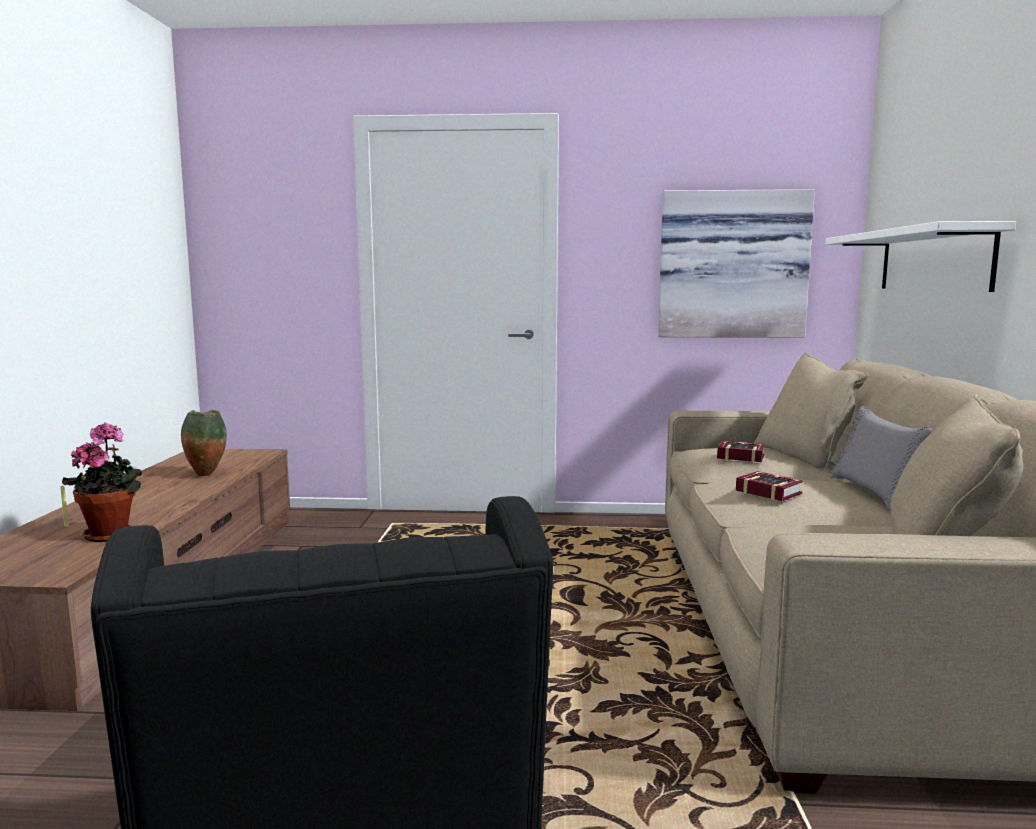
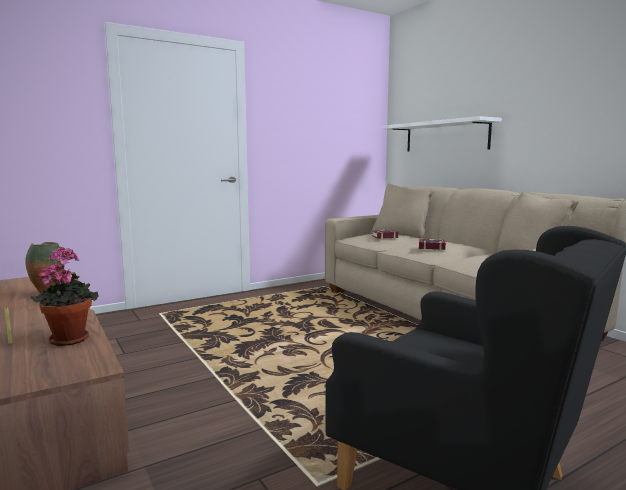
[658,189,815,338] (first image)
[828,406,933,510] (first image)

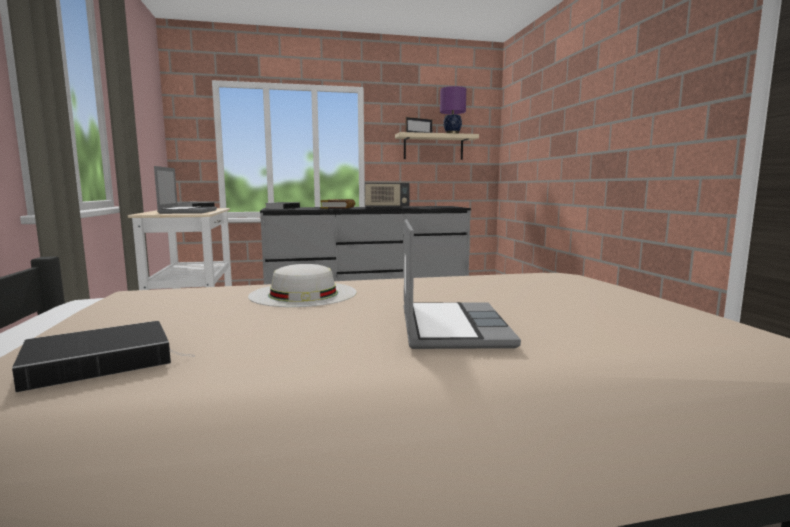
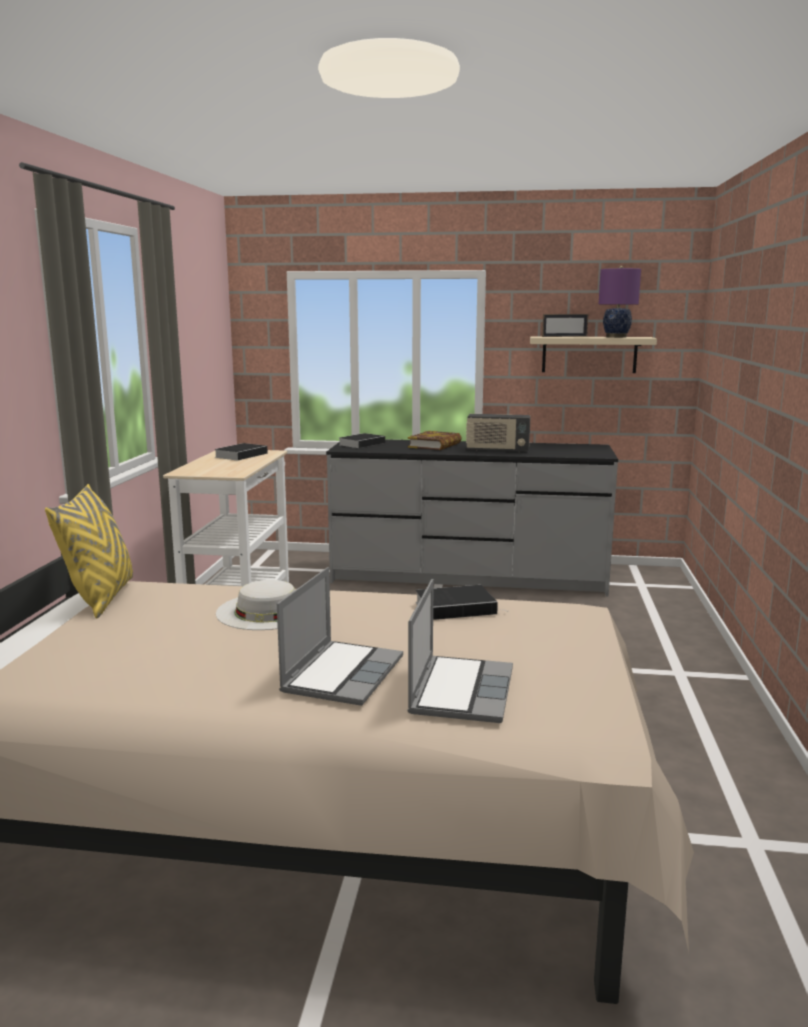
[416,585,509,620]
[408,579,513,723]
[45,484,133,618]

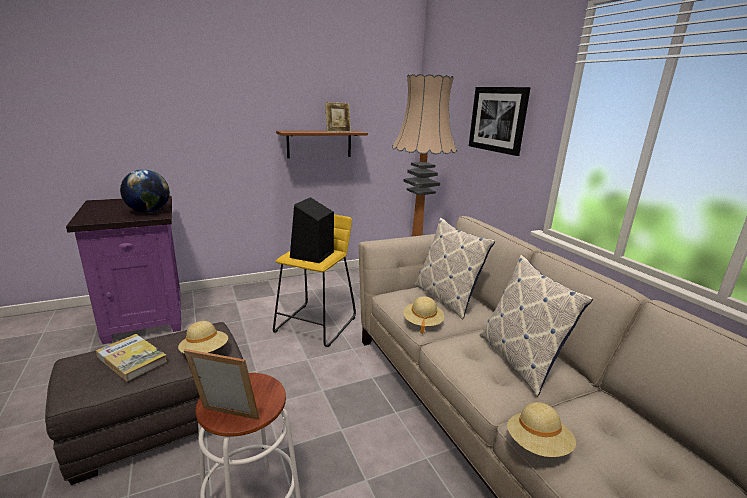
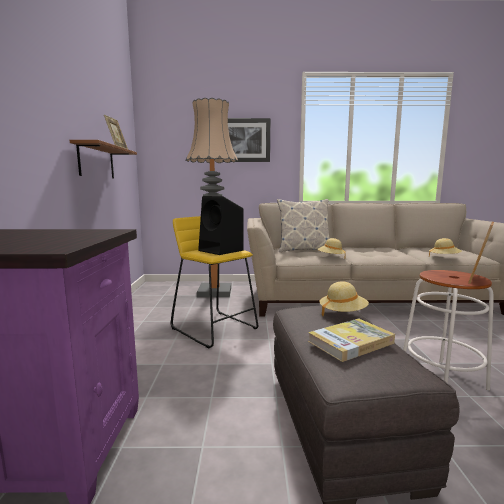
[120,169,170,213] (first image)
[480,255,593,397] (first image)

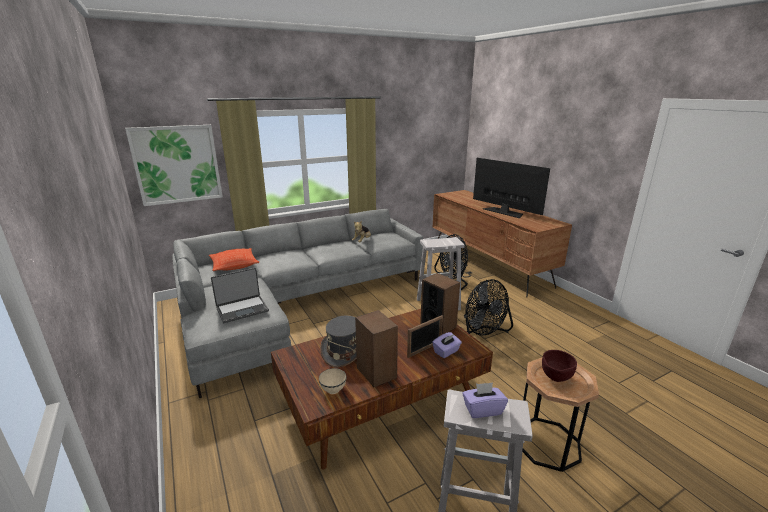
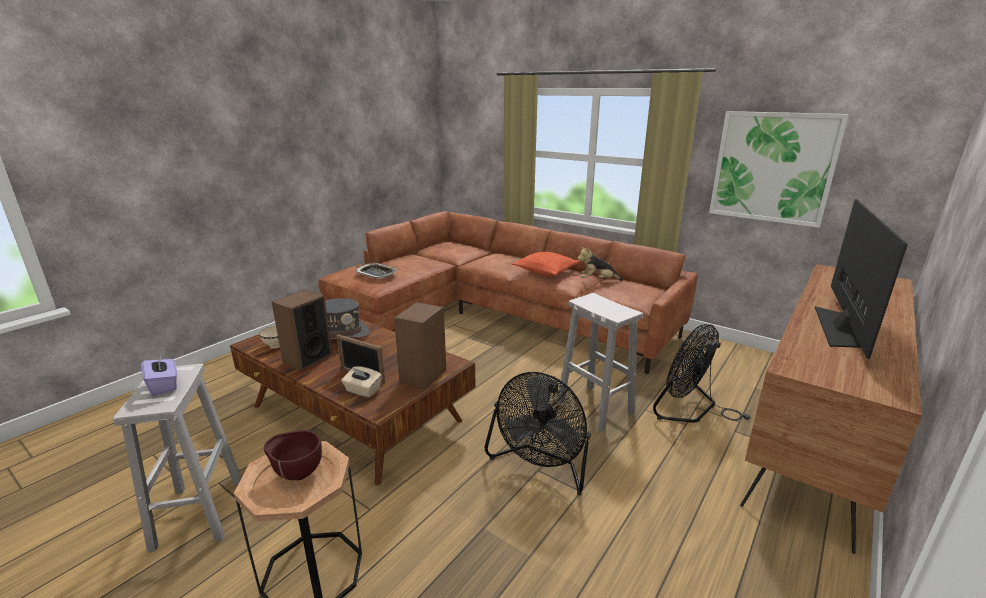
[709,111,849,228]
[318,211,698,374]
[512,252,581,276]
[355,263,398,279]
[341,366,382,398]

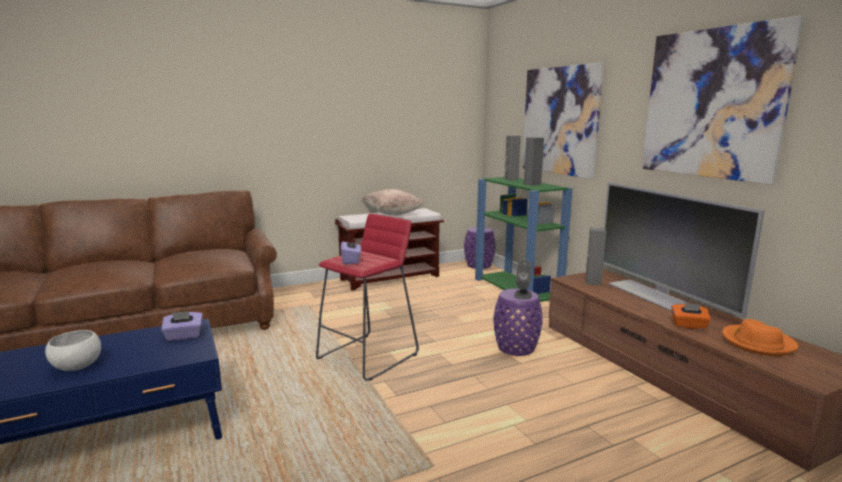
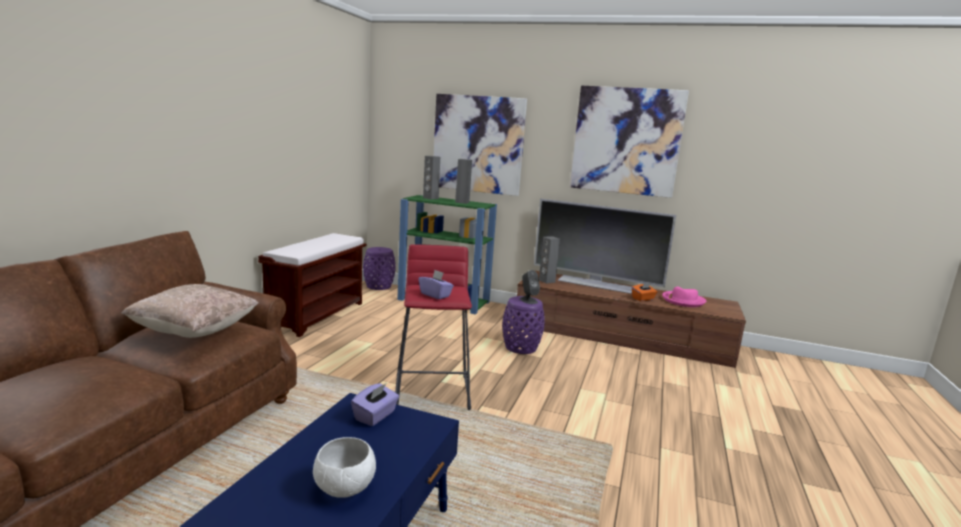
[122,284,258,338]
[662,287,706,307]

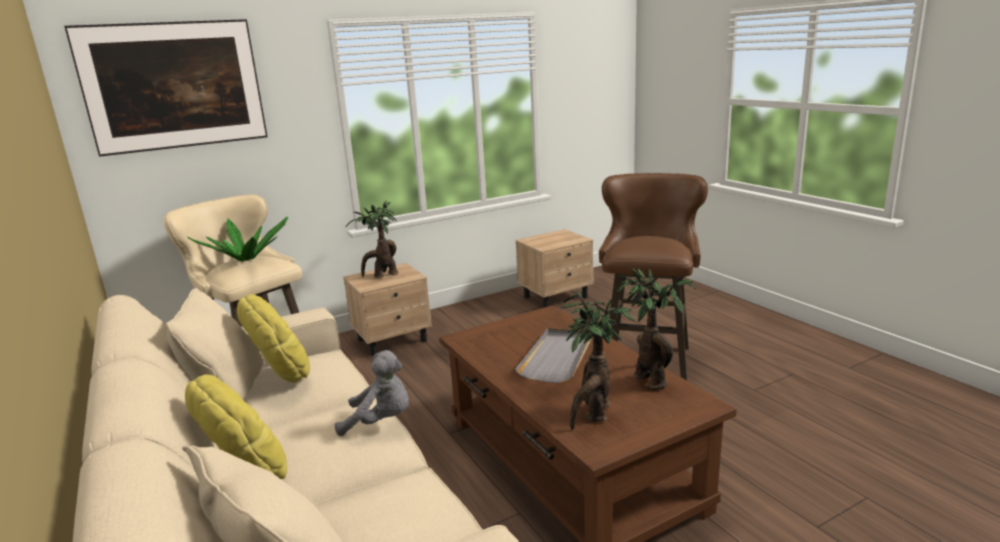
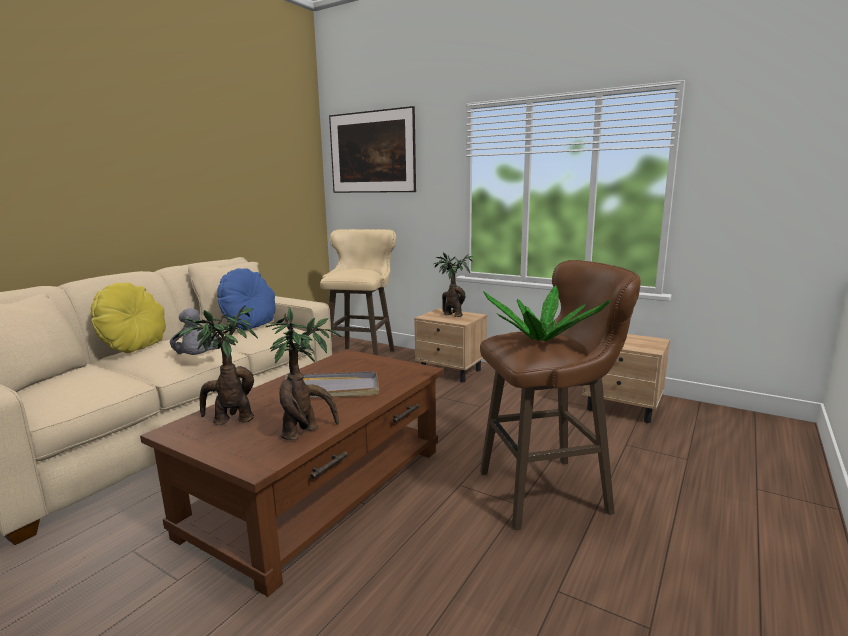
[483,285,610,341]
[217,268,276,331]

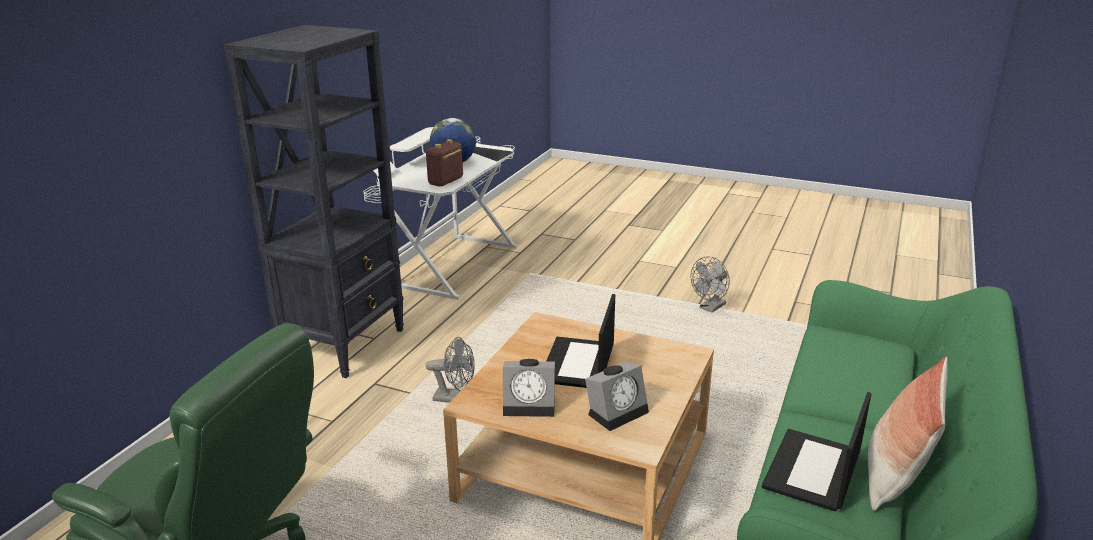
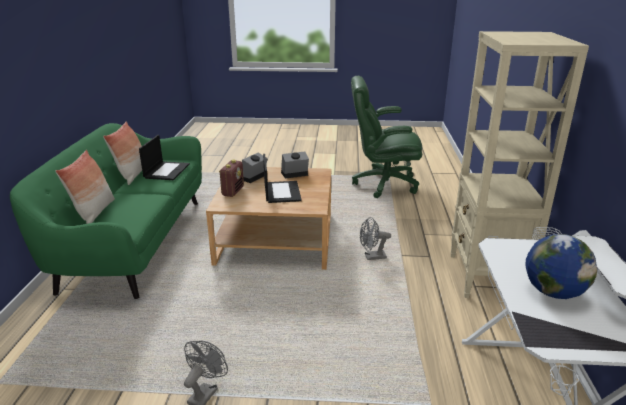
[450,31,589,298]
[219,159,244,197]
[55,150,115,224]

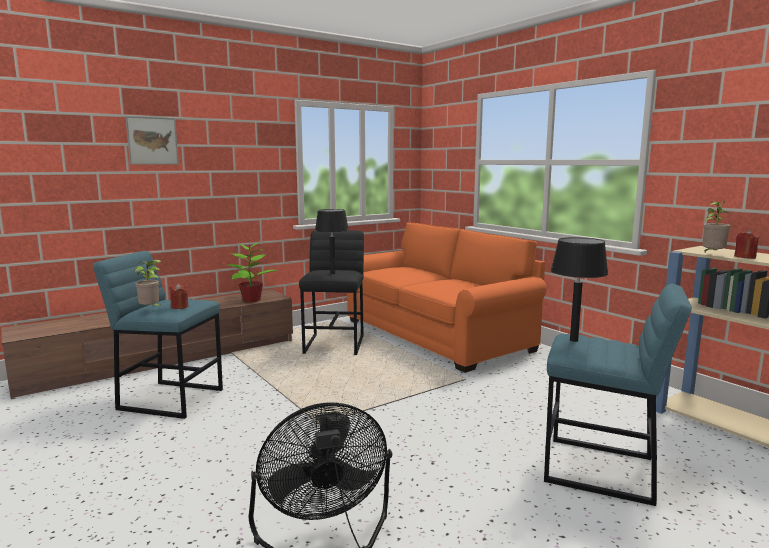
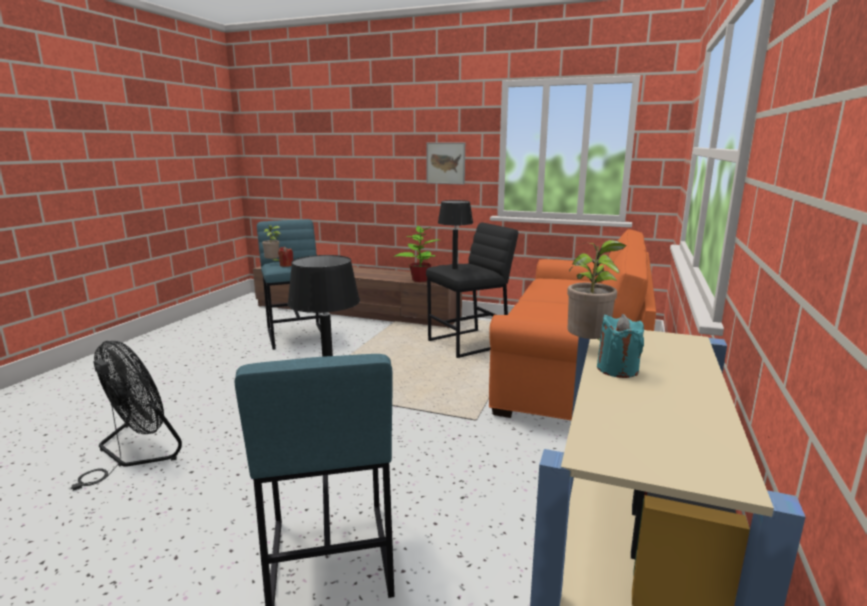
[426,143,465,185]
[597,314,644,378]

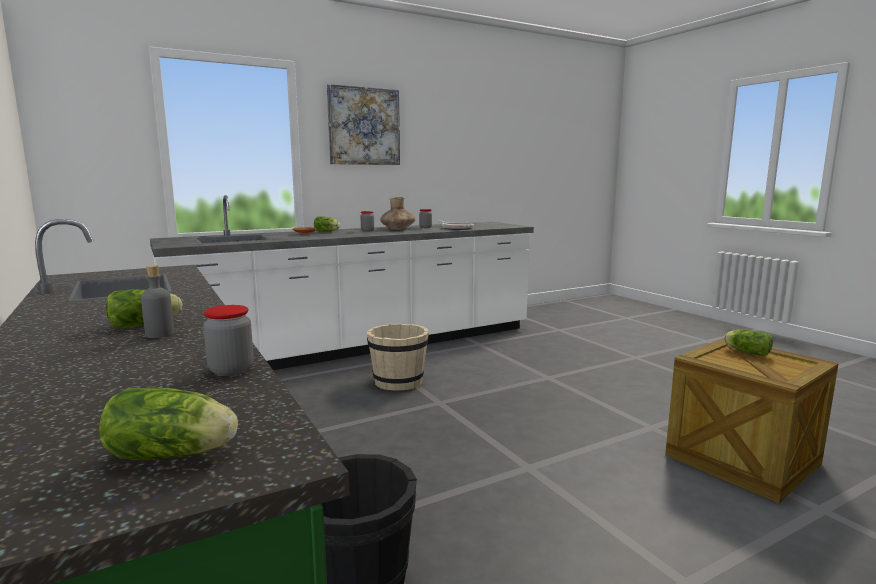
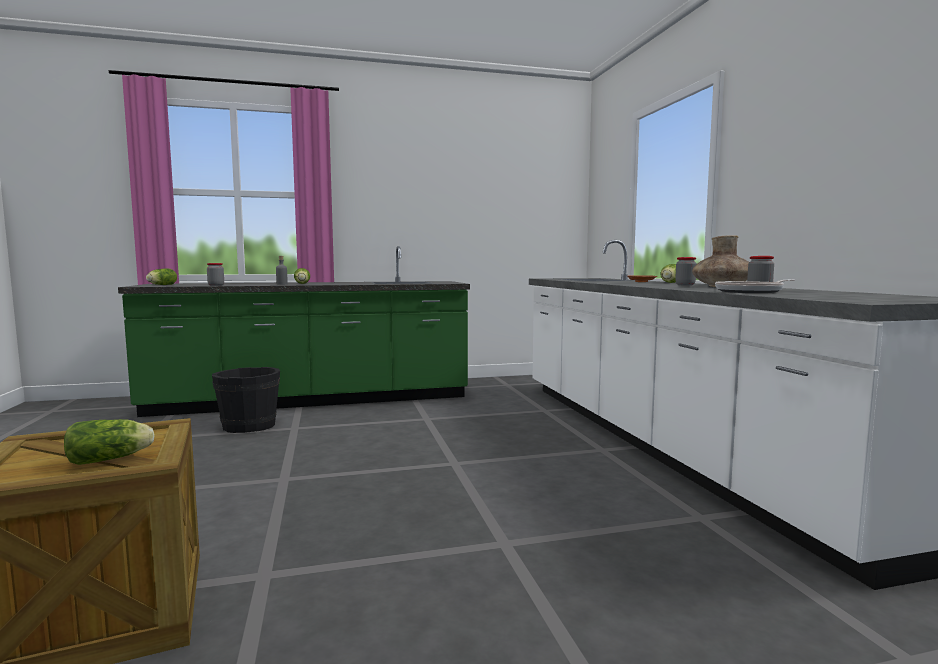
[327,84,400,165] (first image)
[367,324,429,391] (first image)

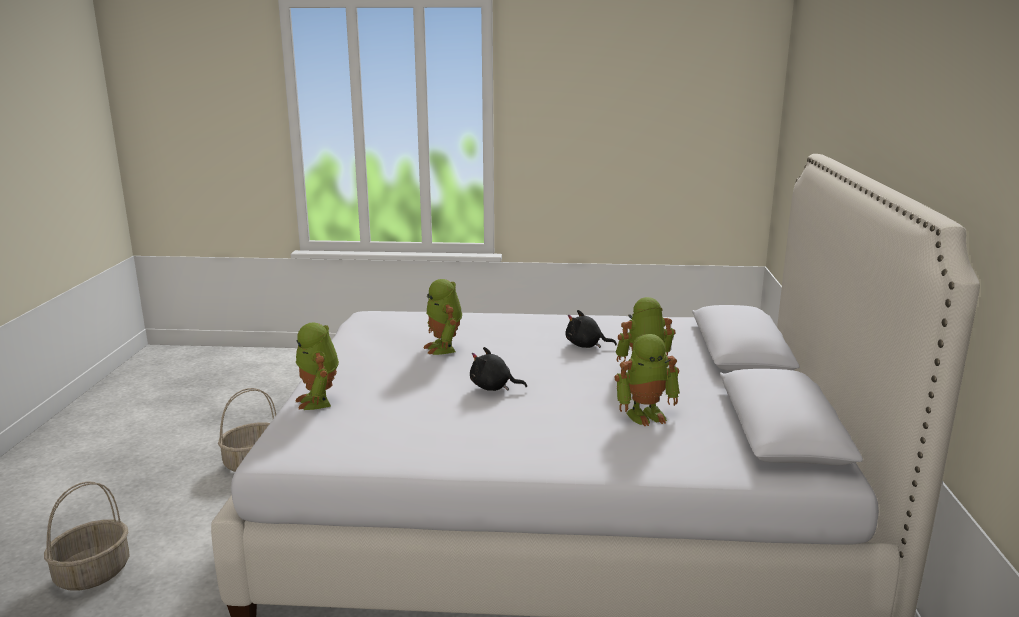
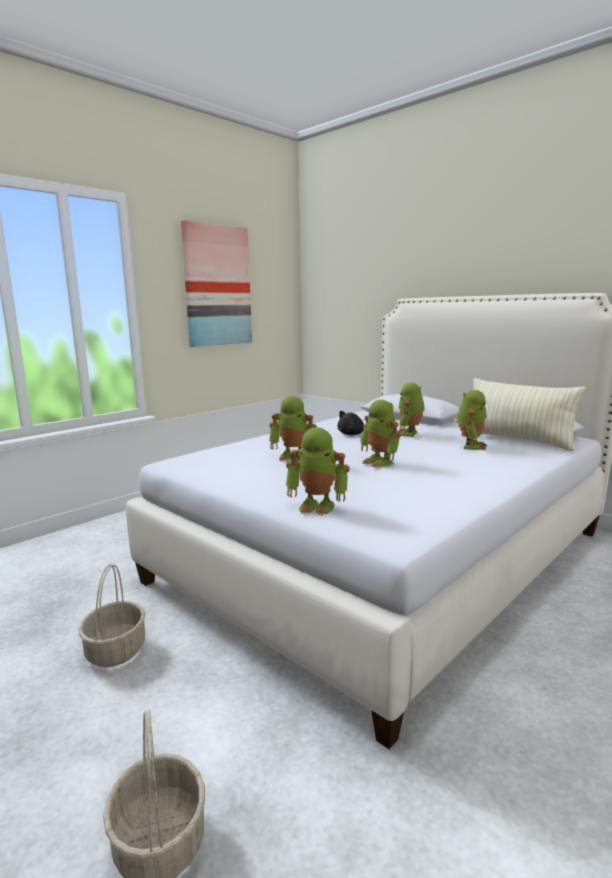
[360,400,401,467]
[181,220,252,347]
[473,378,586,451]

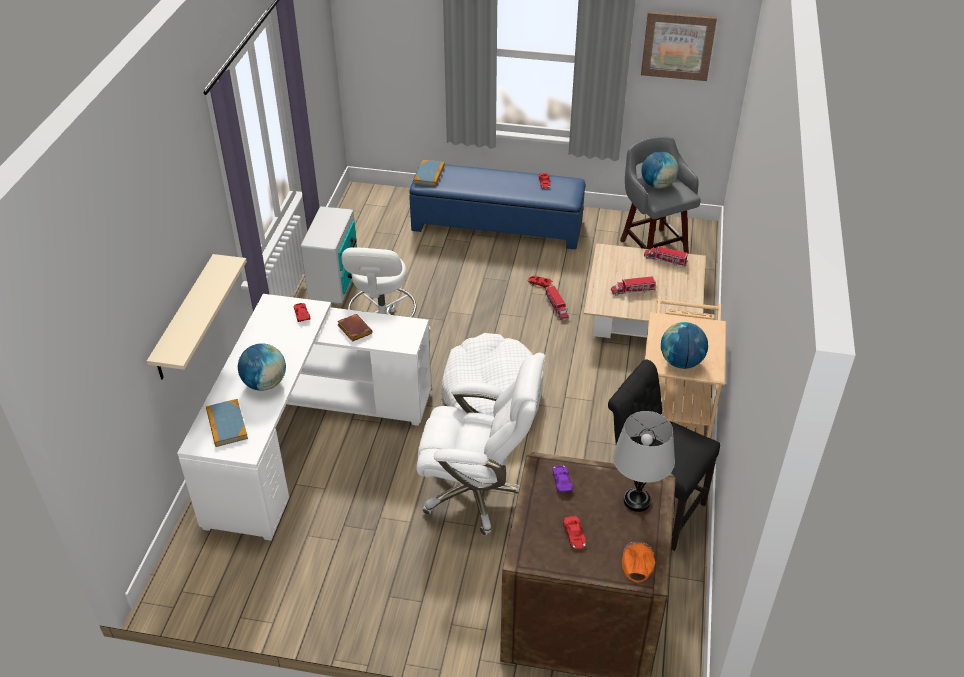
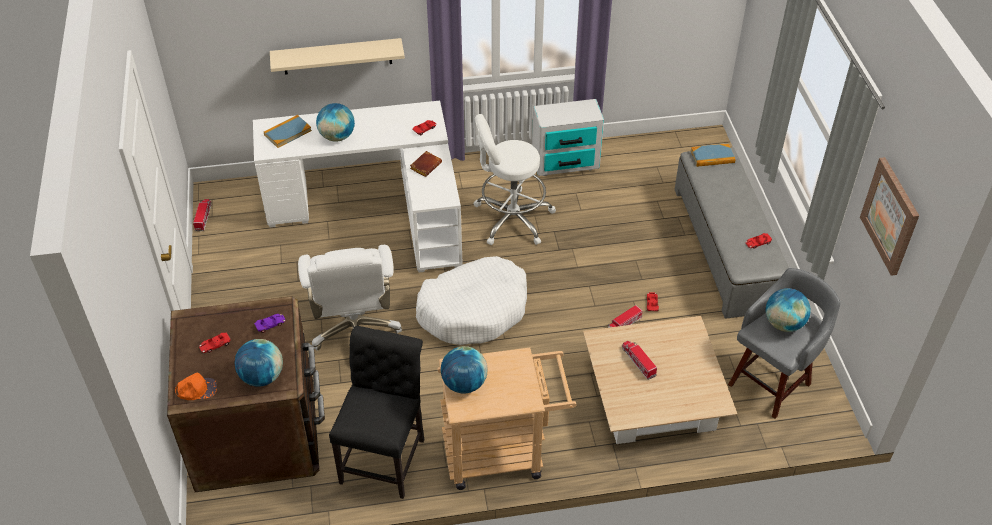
[675,147,789,319]
[234,339,283,387]
[193,199,212,231]

